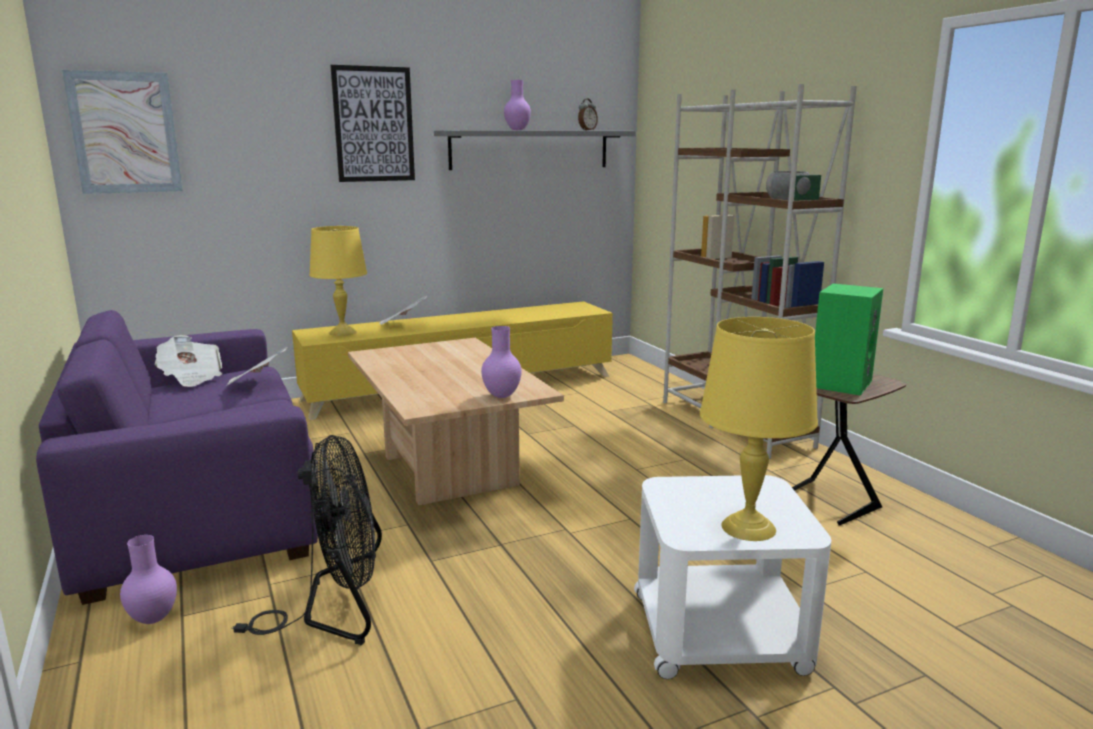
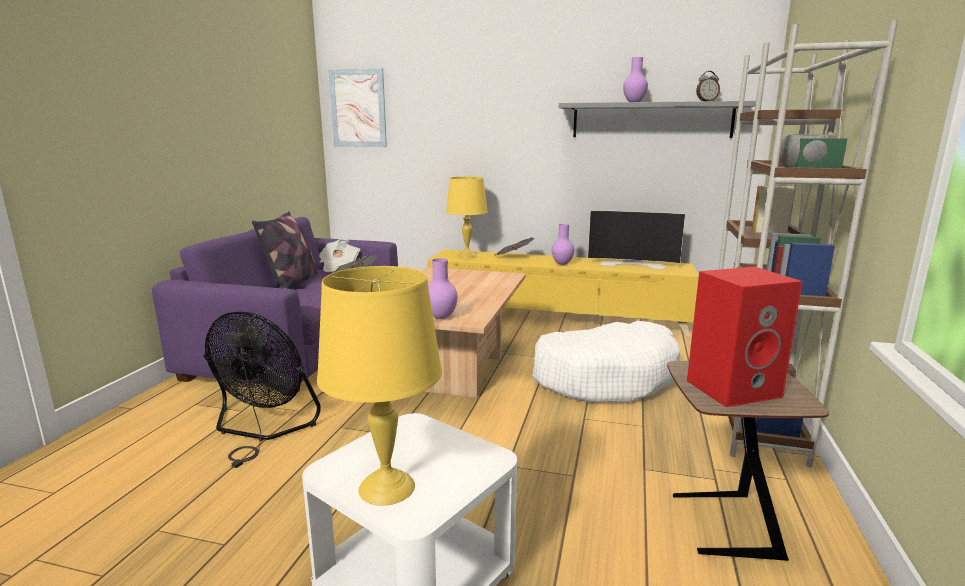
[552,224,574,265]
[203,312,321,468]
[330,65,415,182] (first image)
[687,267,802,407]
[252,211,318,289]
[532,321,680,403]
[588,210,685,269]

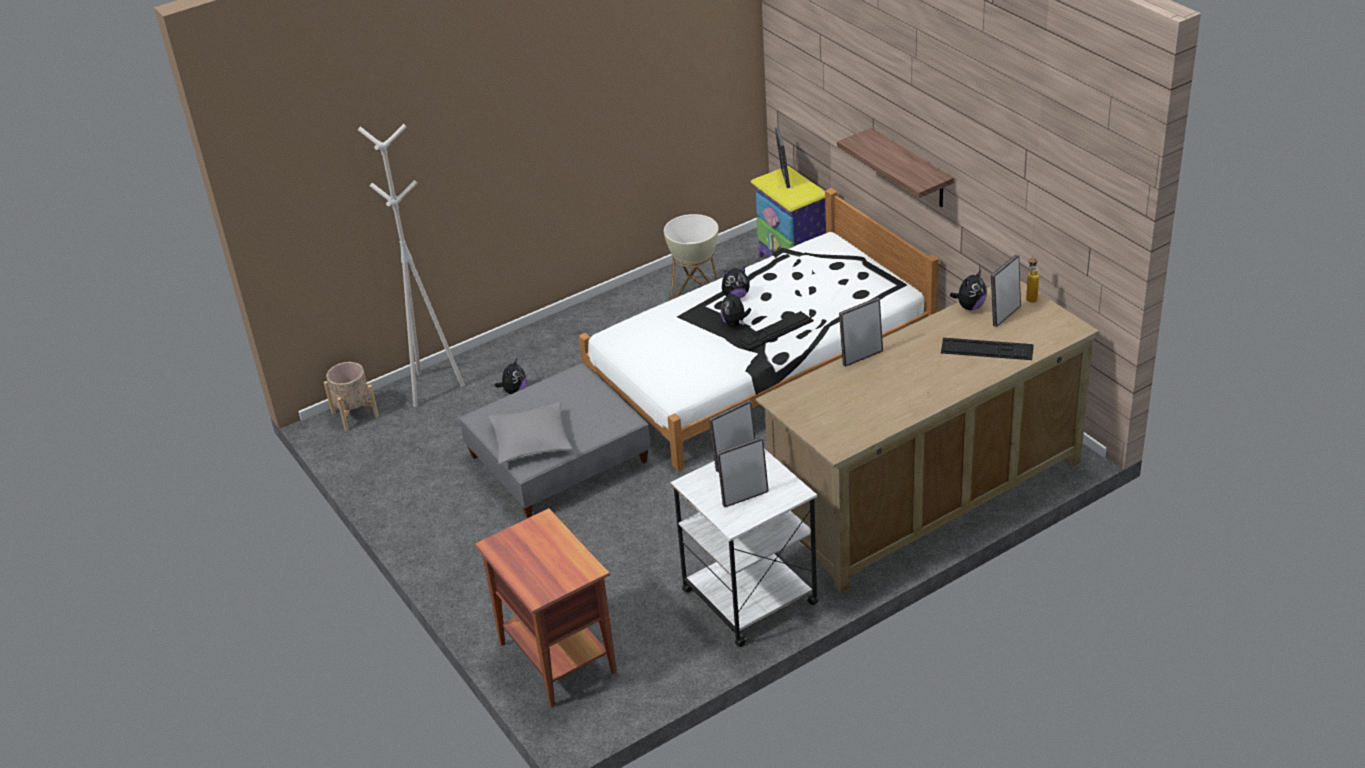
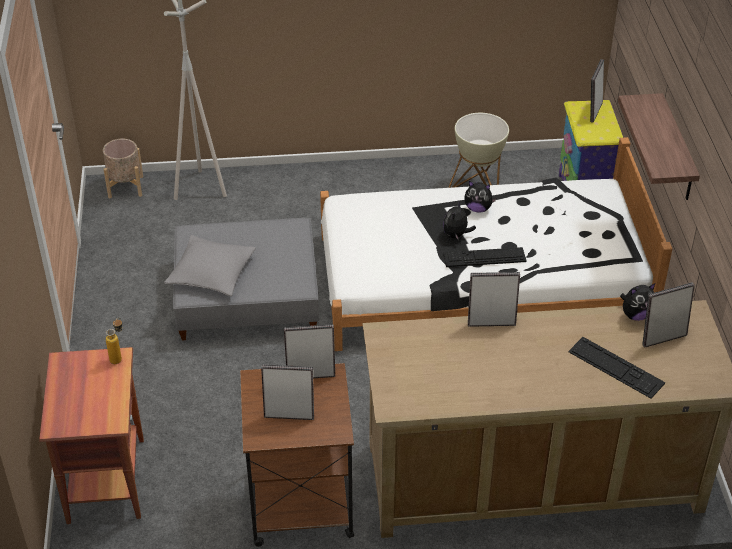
[495,358,526,394] (first image)
[240,363,354,547]
[106,318,122,364]

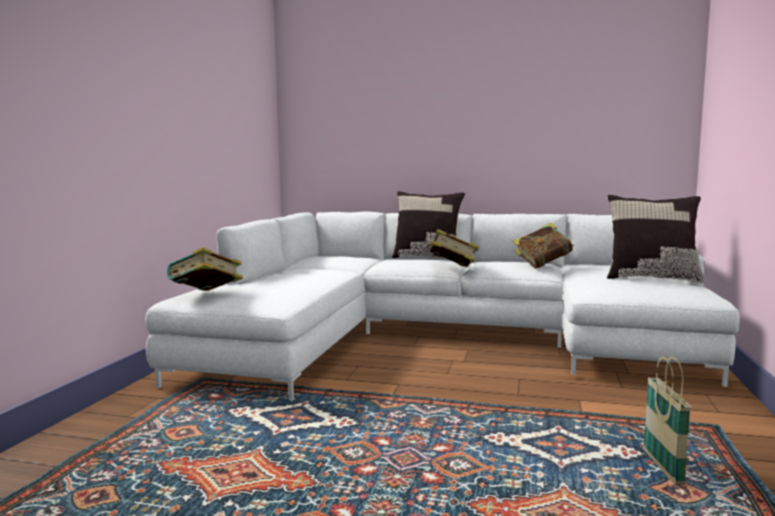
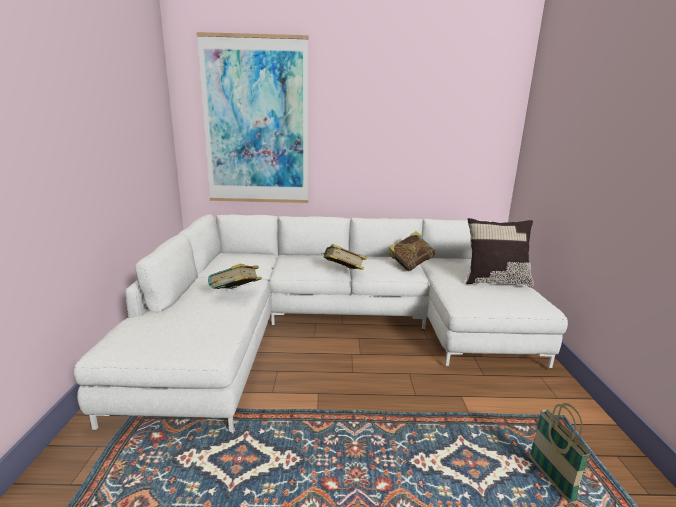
[208,264,262,289]
[392,191,465,259] (first image)
[196,32,308,203]

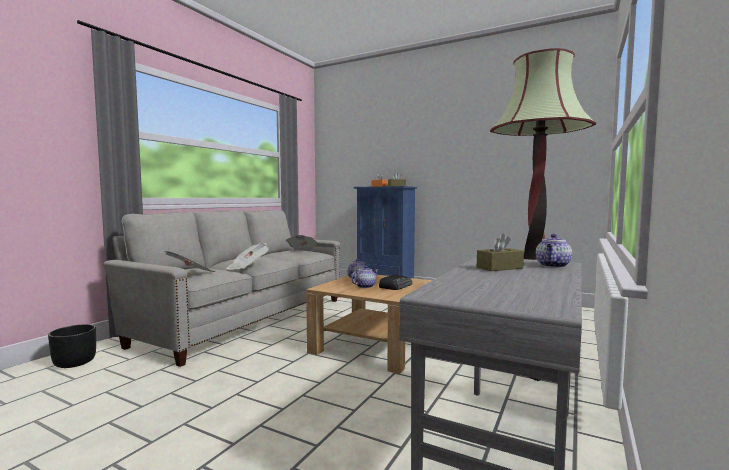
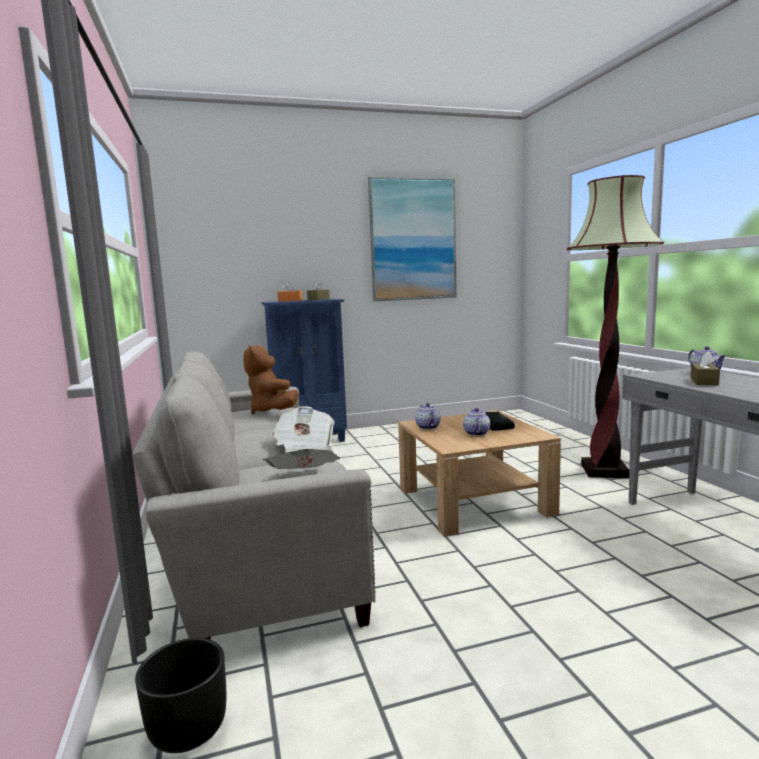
[243,345,298,414]
[368,177,457,301]

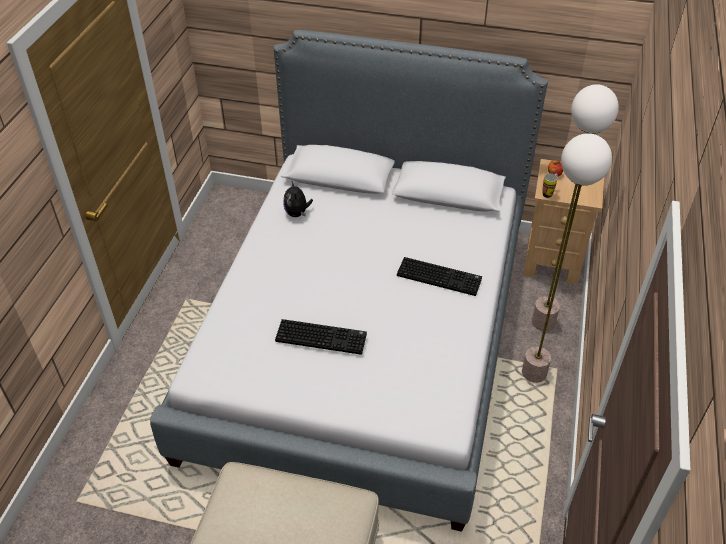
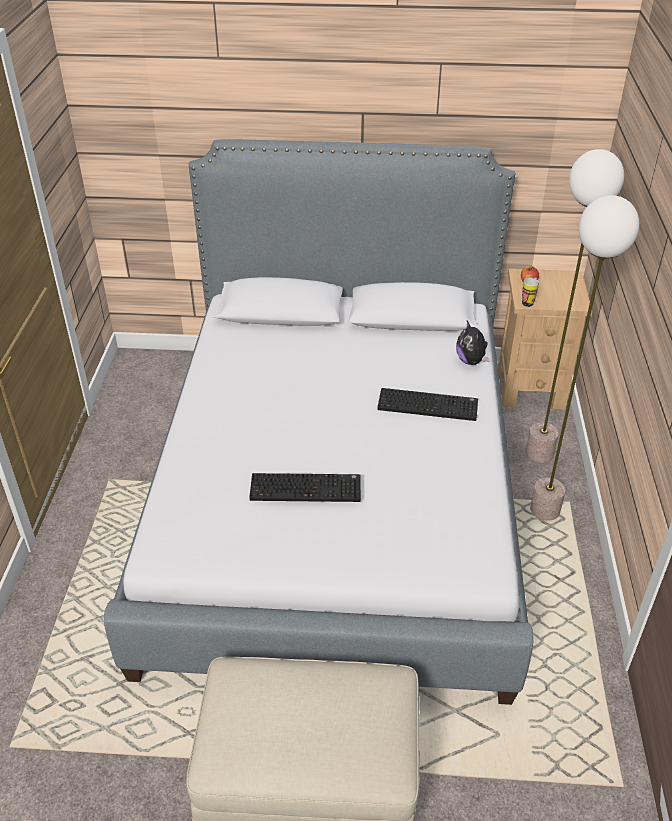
[456,321,489,365]

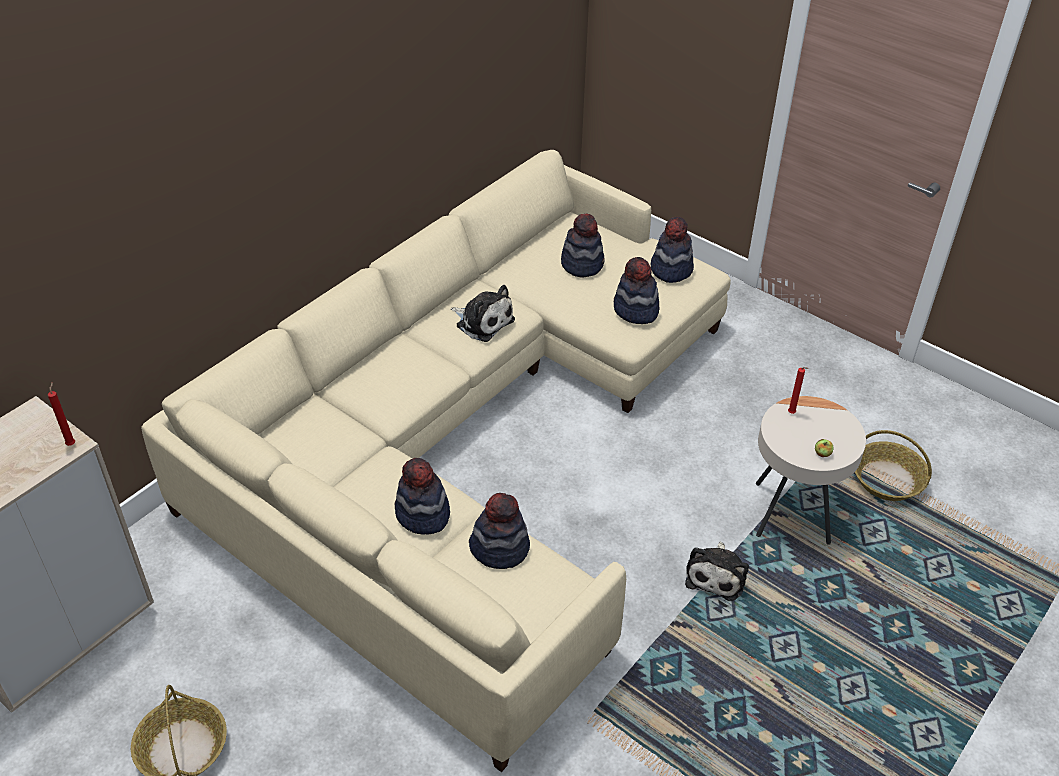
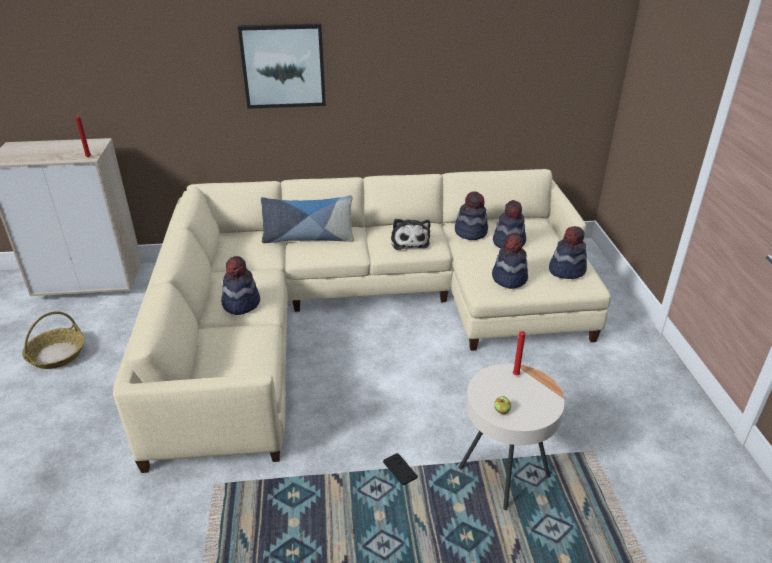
[455,191,488,240]
[383,453,418,485]
[855,430,932,501] (first image)
[238,23,326,109]
[261,195,354,243]

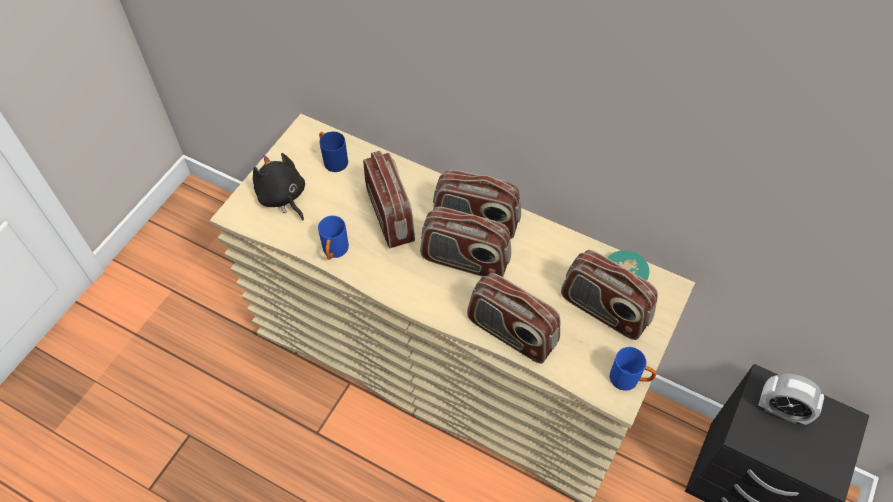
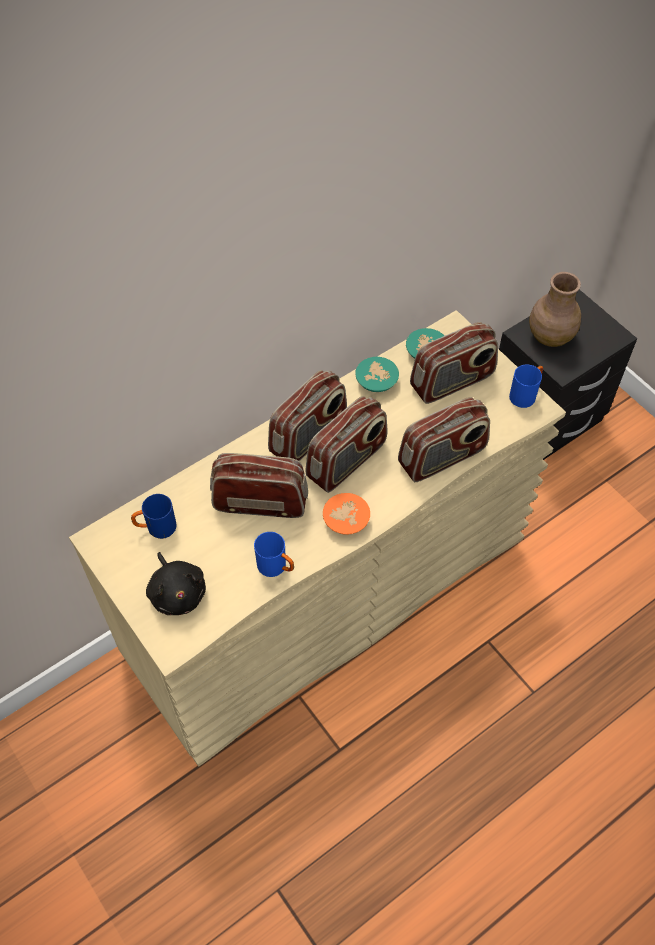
[146,552,206,615]
[529,272,581,347]
[323,493,370,535]
[355,357,399,392]

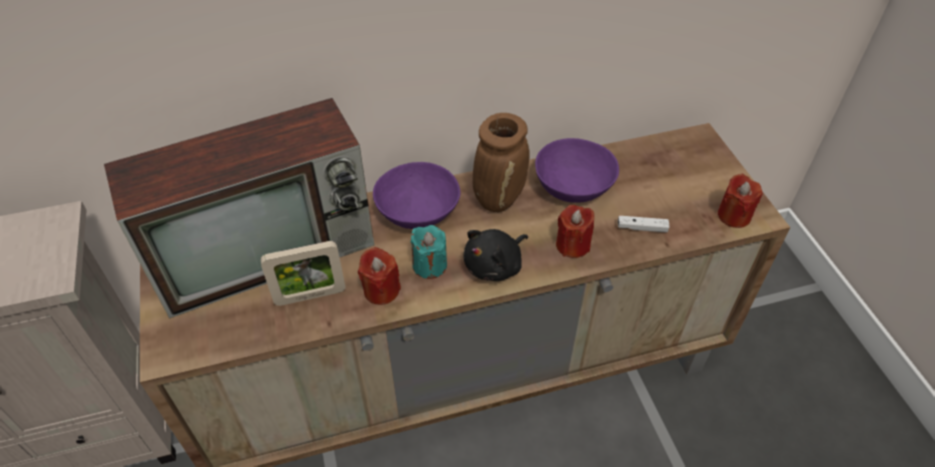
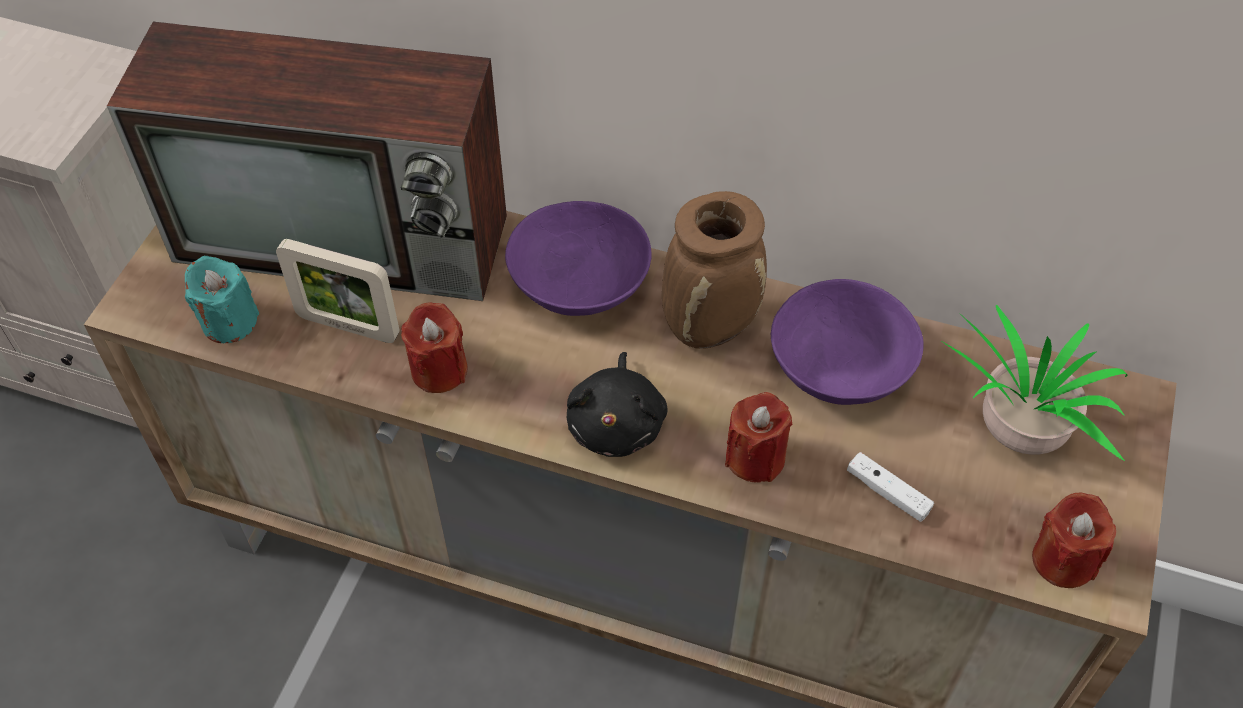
[185,256,259,343]
[567,352,668,457]
[940,305,1128,462]

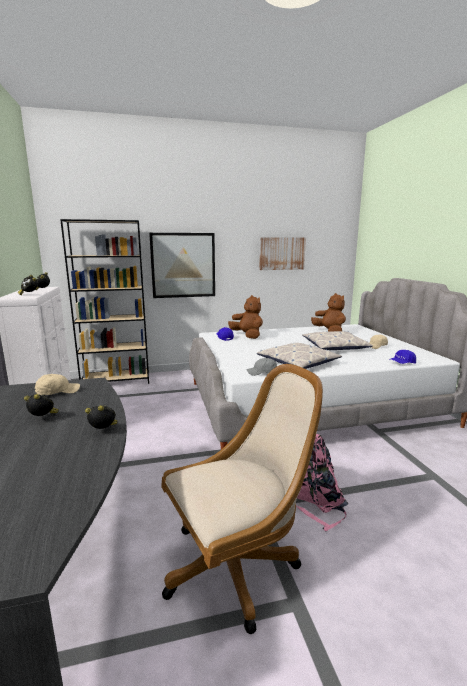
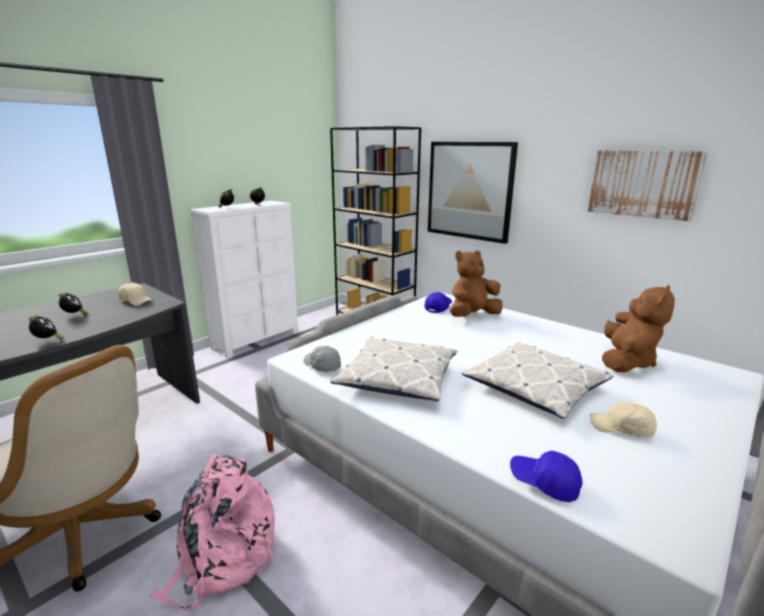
[450,250,503,317]

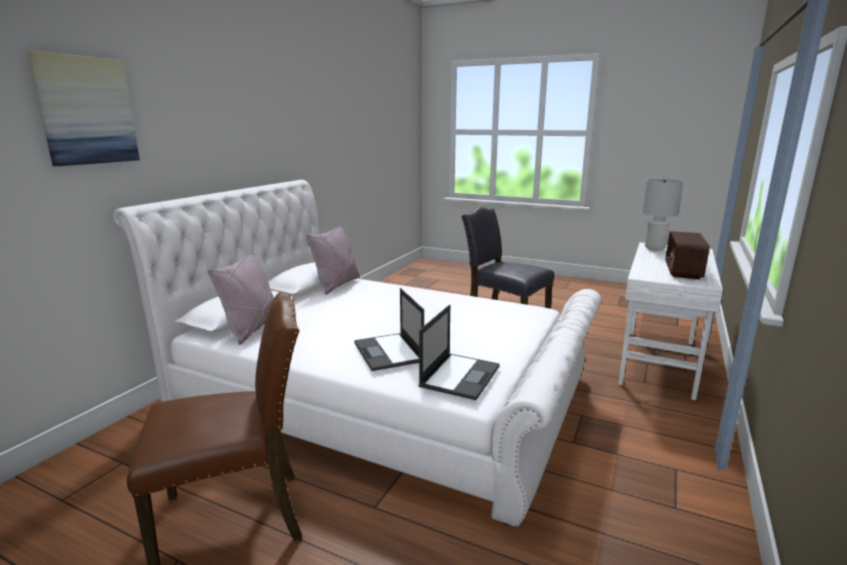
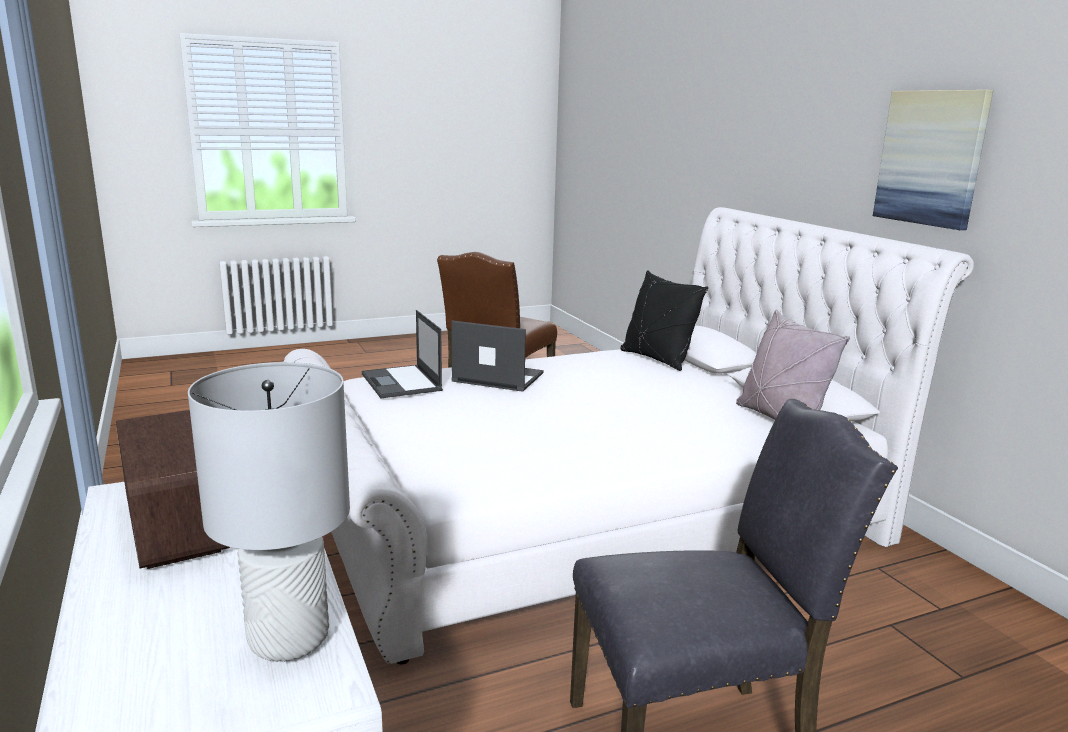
[873,90,993,230]
[620,270,708,371]

